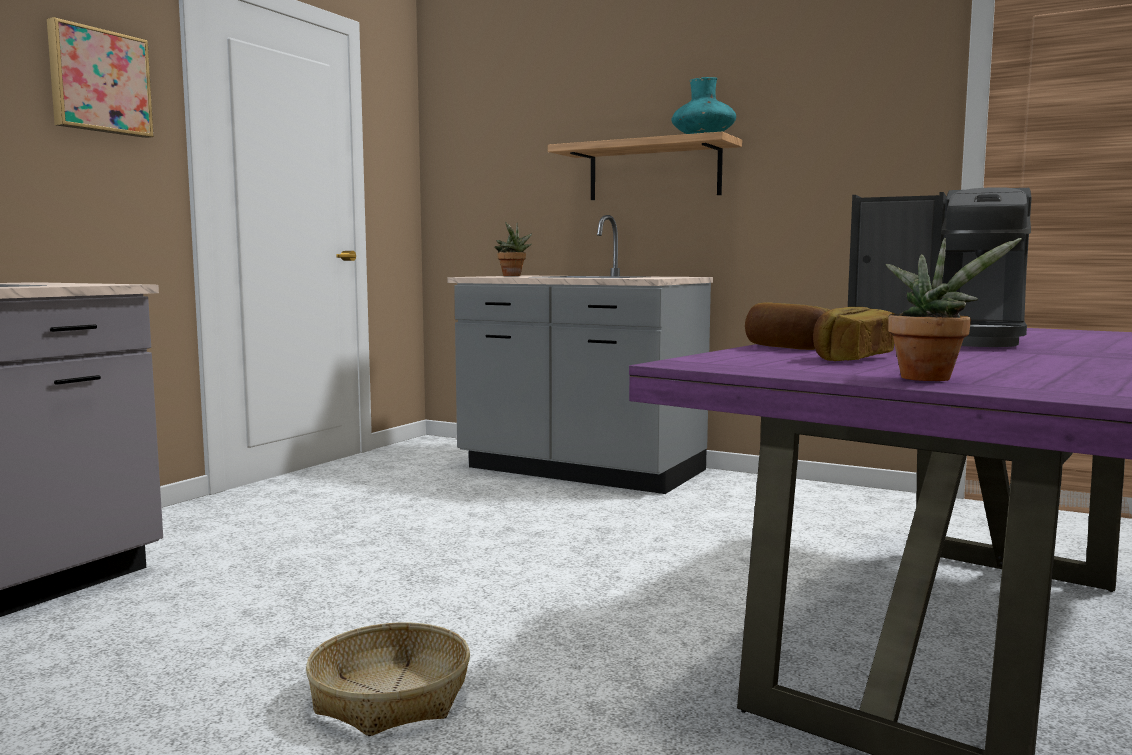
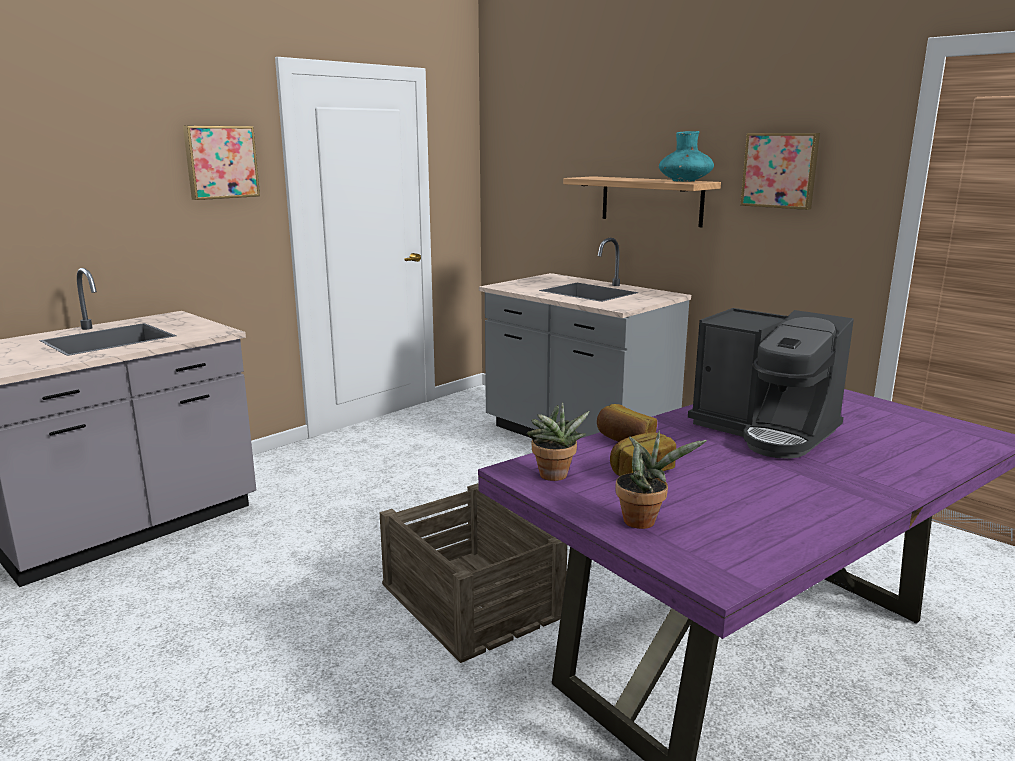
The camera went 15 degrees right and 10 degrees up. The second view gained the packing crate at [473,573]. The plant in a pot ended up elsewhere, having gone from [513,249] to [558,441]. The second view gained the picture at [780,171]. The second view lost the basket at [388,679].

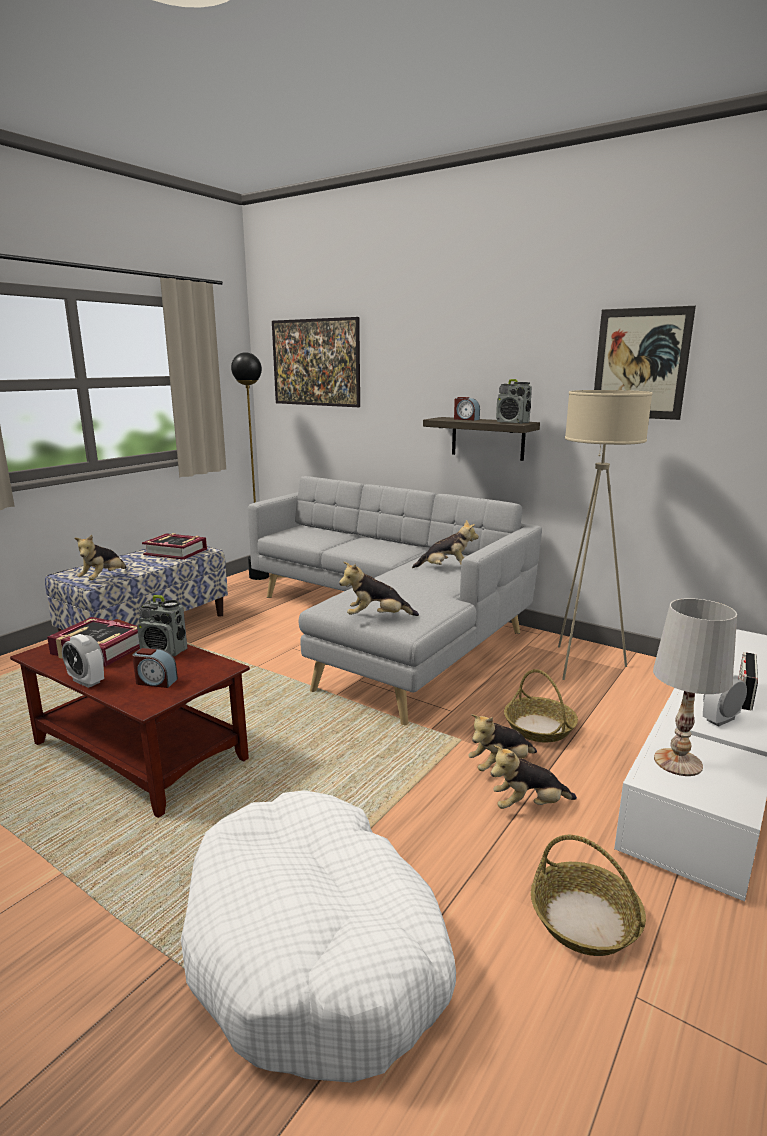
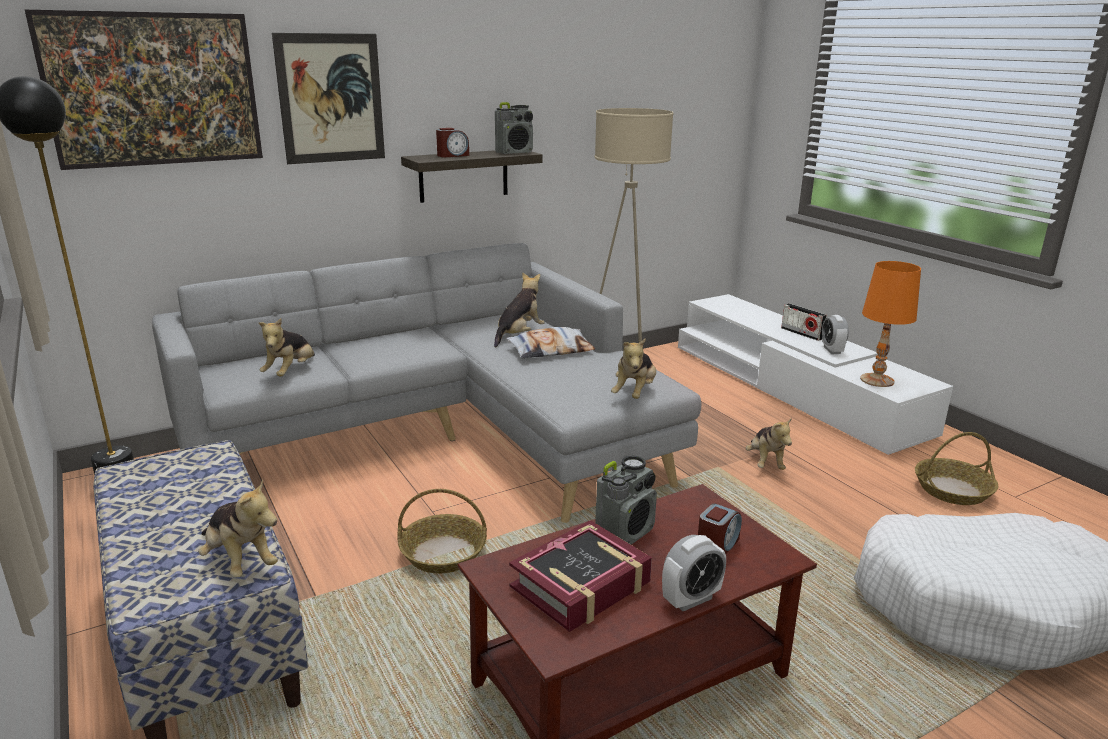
The camera went 65 degrees left and 5 degrees up. The soft toy ended up elsewhere, having gone from [534,777] to [287,347]. The picture ended up elsewhere, having gone from [645,363] to [328,98]. The basket ended up elsewhere, having gone from [541,705] to [442,531]. The second view gained the cushion at [550,343]. What was the lamp for a table/whitish at [695,687] turned into the lamp for a table/orange at [890,324]. The second view lost the volume at [174,546].

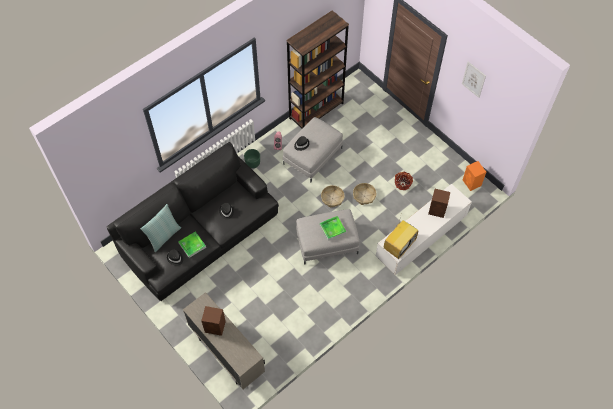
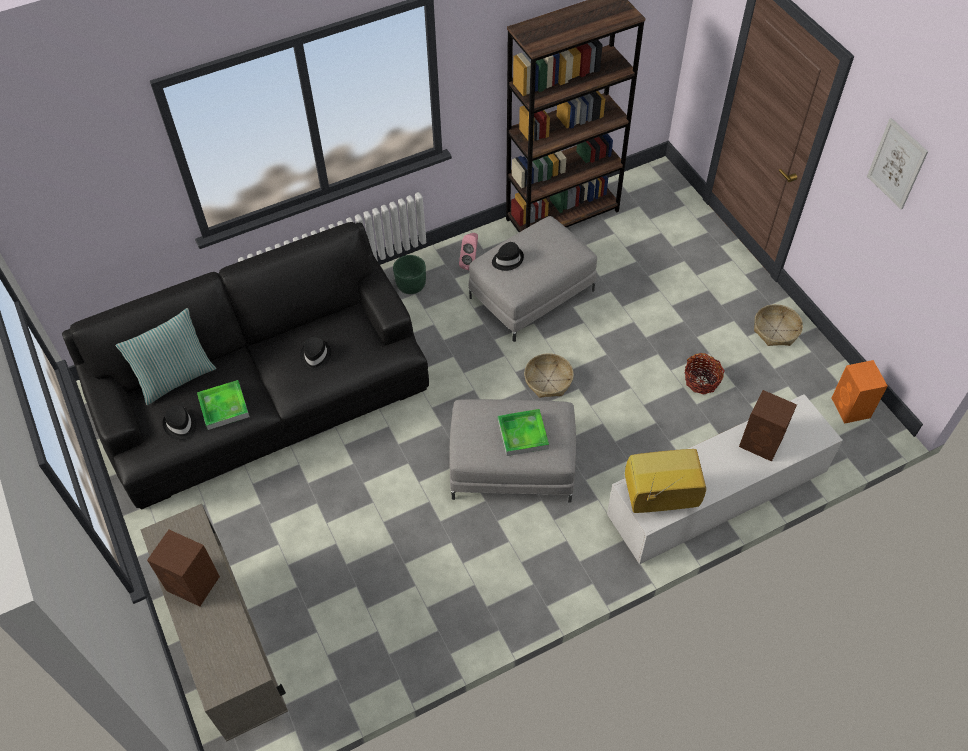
The camera went 15 degrees right and 5 degrees down. The television at [401,237] ended up facing another way, 150 degrees counterclockwise from before. The basket ended up elsewhere, having gone from [364,194] to [778,325].

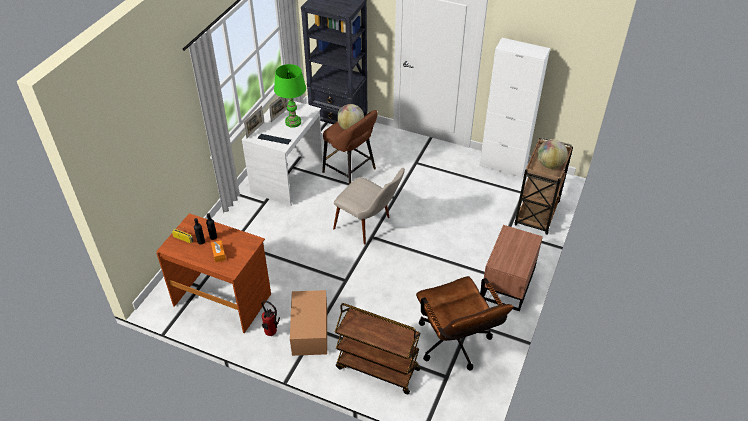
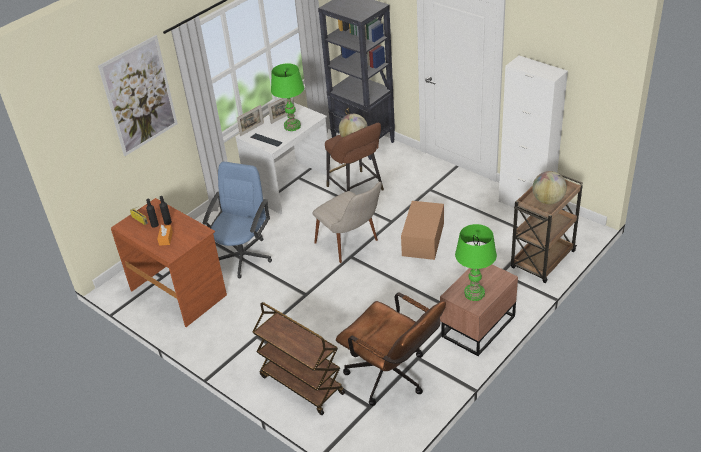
The camera went 20 degrees right and 5 degrees down. The second view gained the picture at [138,95]. The second view gained the computer chair/blue at [237,220]. The computer chair/brownish at [464,323] ended up facing another way, 45 degrees counterclockwise from before. The carton ended up elsewhere, having gone from [308,323] to [422,230]. The second view gained the lamp for a table/greenish at [476,262]. The second view lost the fire extinguisher at [271,318].

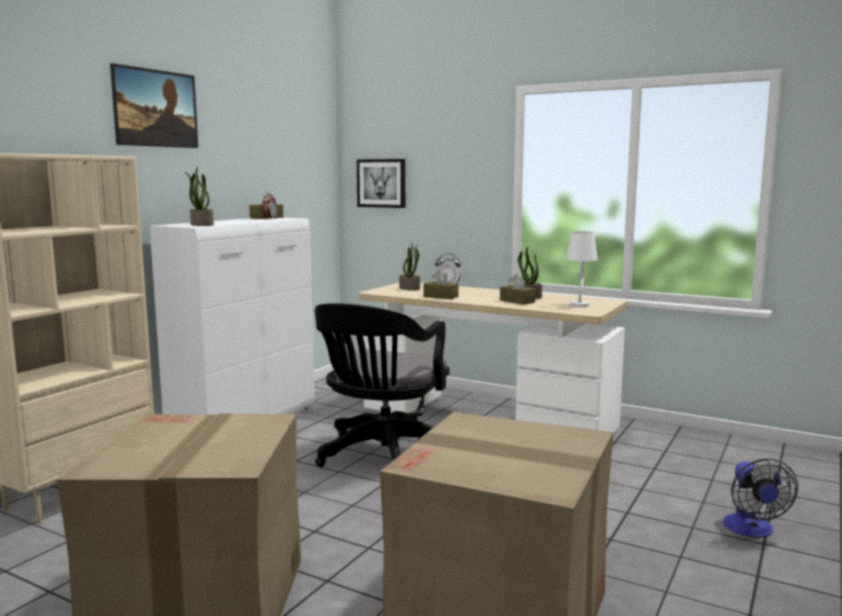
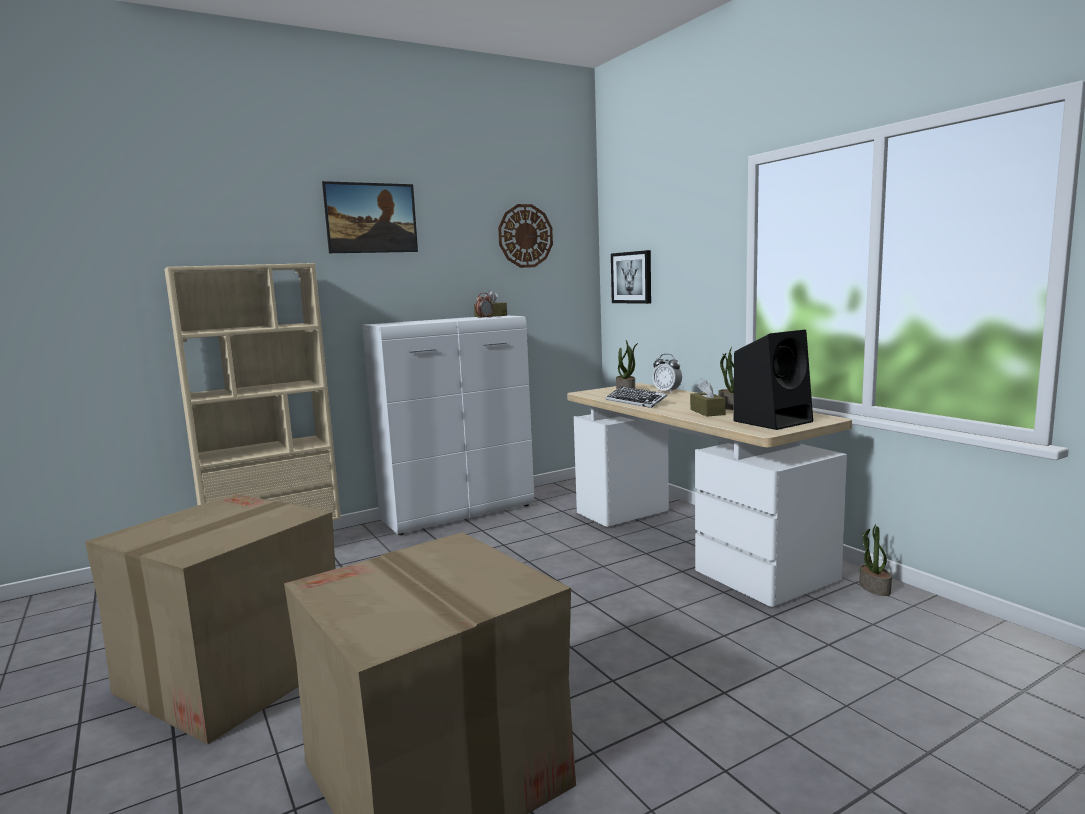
The camera went 30 degrees right and 0 degrees up. The second view gained the hanging clock at [525,236]. Where the tissue holder/brownish stood at [440,284], the computer keyboard came to stand at [637,397]. Where the lamp for a table/whitish stood at [582,269], the audio speaker/black came to stand at [773,380]. The plant in a pot ended up elsewhere, having gone from [199,196] to [875,560]. The second view lost the computer chair/black at [382,385]. The second view lost the fan at [760,498].

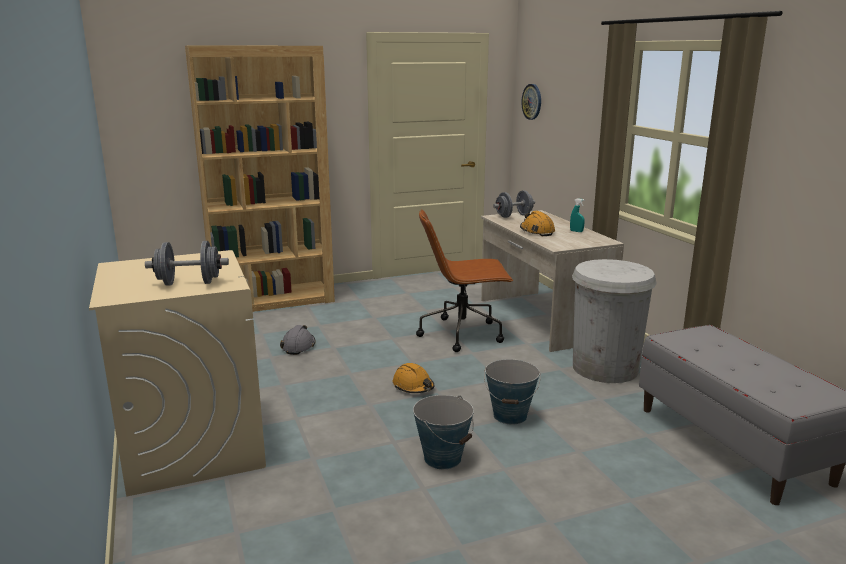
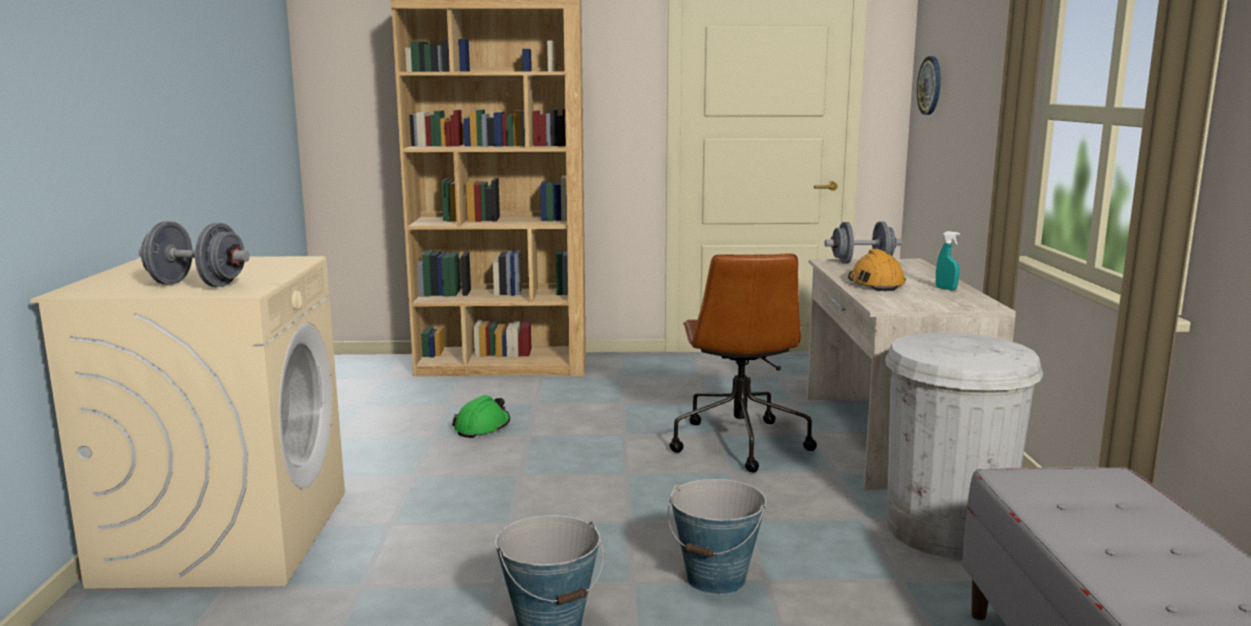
The camera went 20 degrees right and 5 degrees down. What was the safety helmet/grey at [298,340] turned into the safety helmet/greenish at [481,416]. The computer chair/brownish at [464,280] ended up facing another way, 105 degrees counterclockwise from before. The second view lost the safety helmet/orange at [414,378].

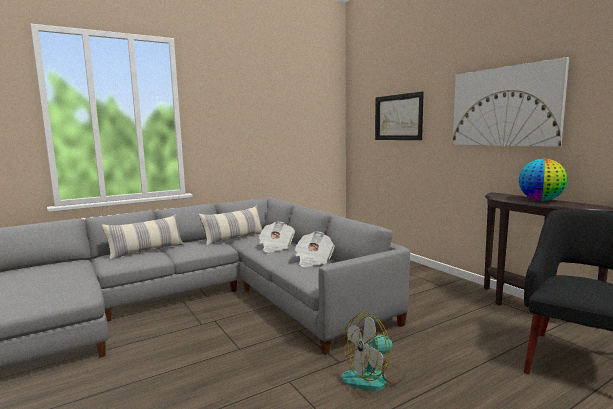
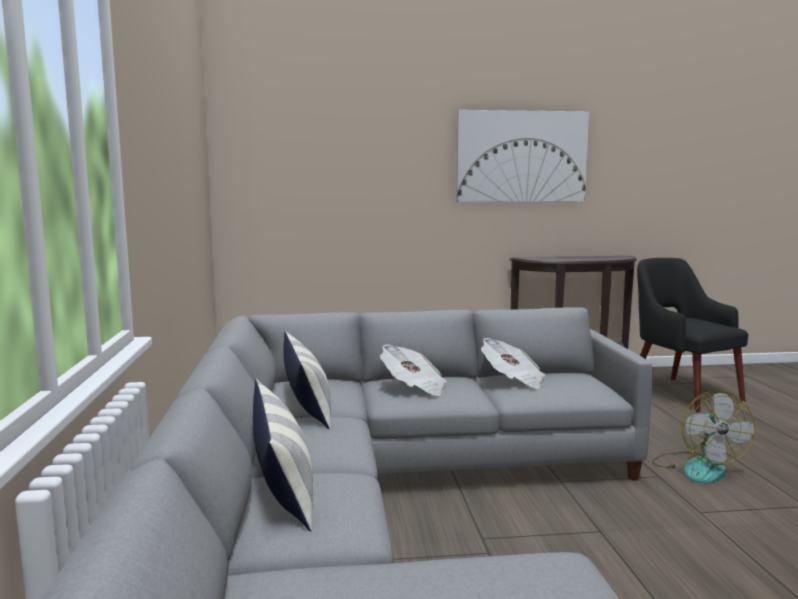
The camera went 65 degrees left and 0 degrees up. The second view lost the picture at [399,116]. The second view lost the world globe at [543,180].

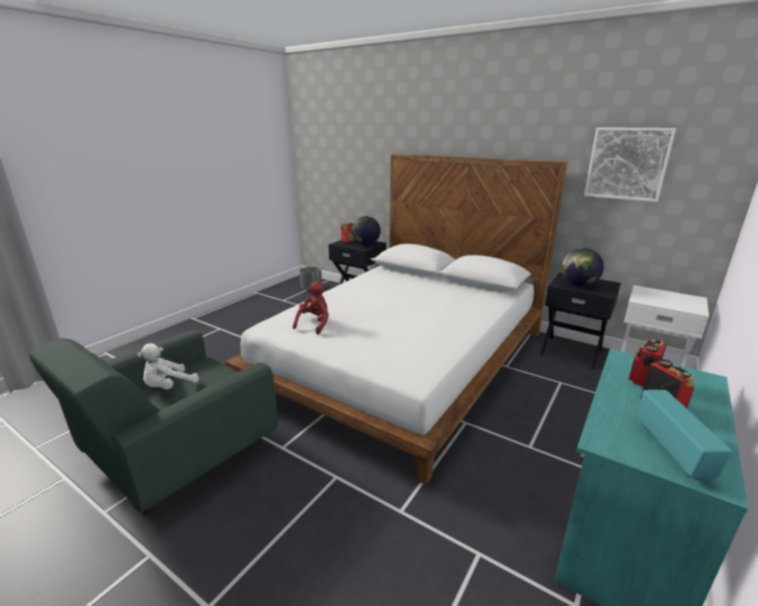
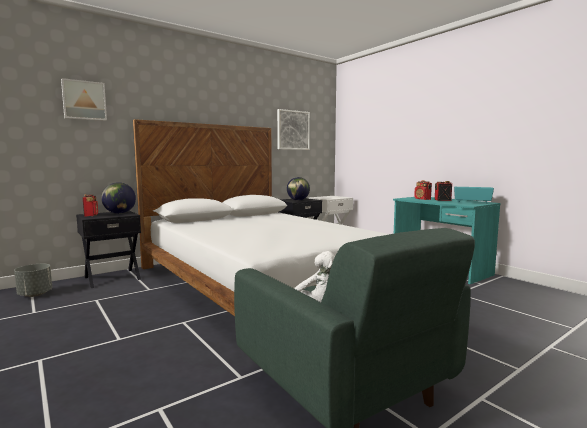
The camera went 70 degrees left and 15 degrees down. The second view gained the picture at [84,99]. The second view lost the soft toy/reddish at [311,307].

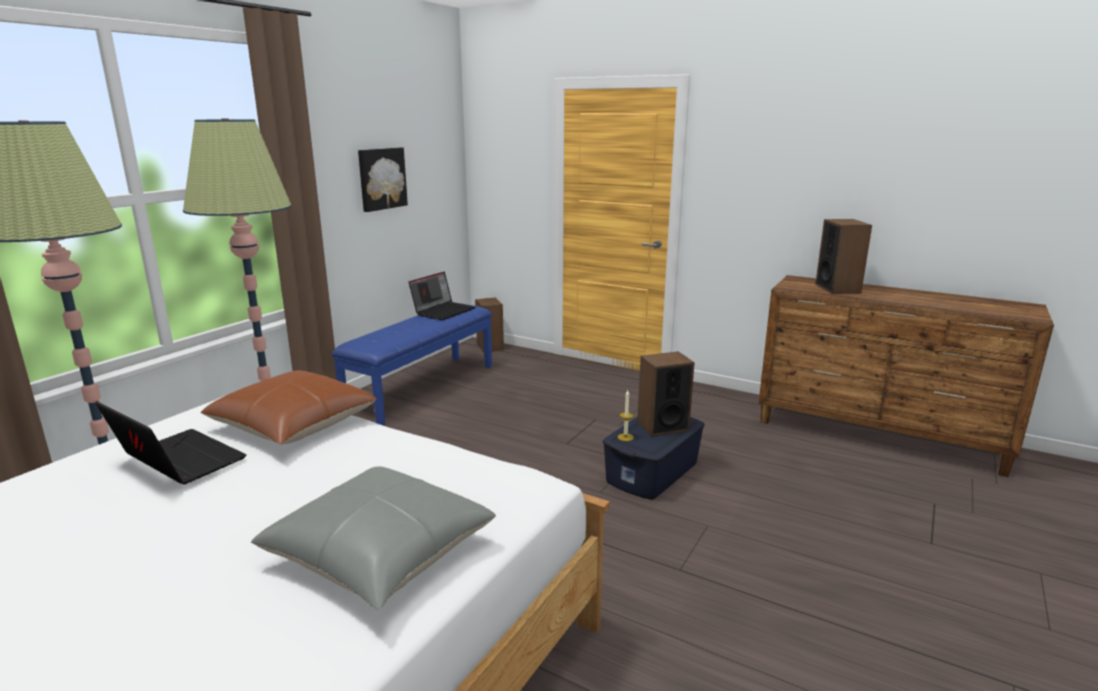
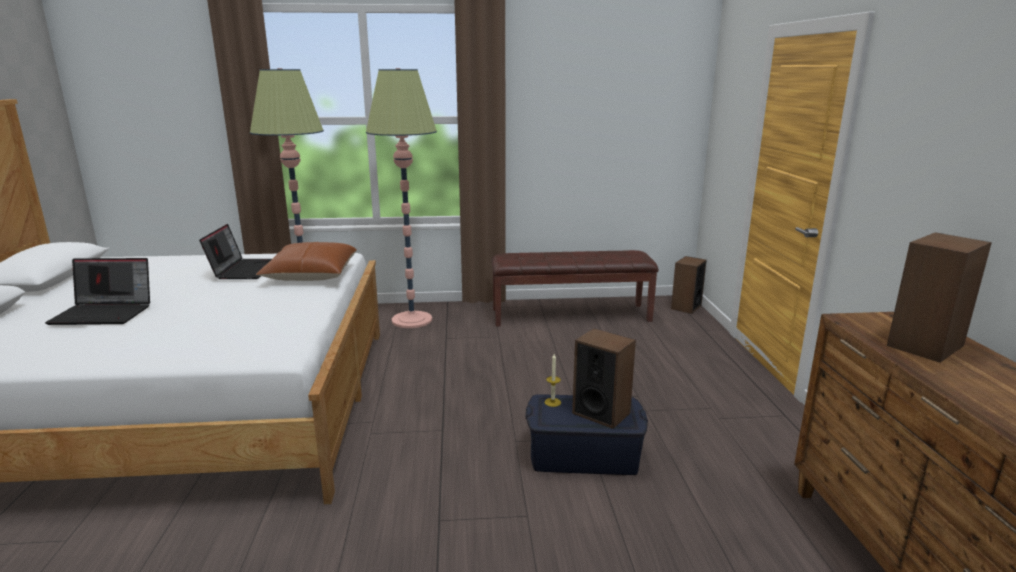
The camera went 55 degrees right and 0 degrees up. The laptop ended up elsewhere, having gone from [442,296] to [97,291]. What was the bench/blue at [412,364] turned into the bench/brownish at [575,288]. The second view lost the cushion/grey at [373,538]. The second view lost the picture at [383,179].

